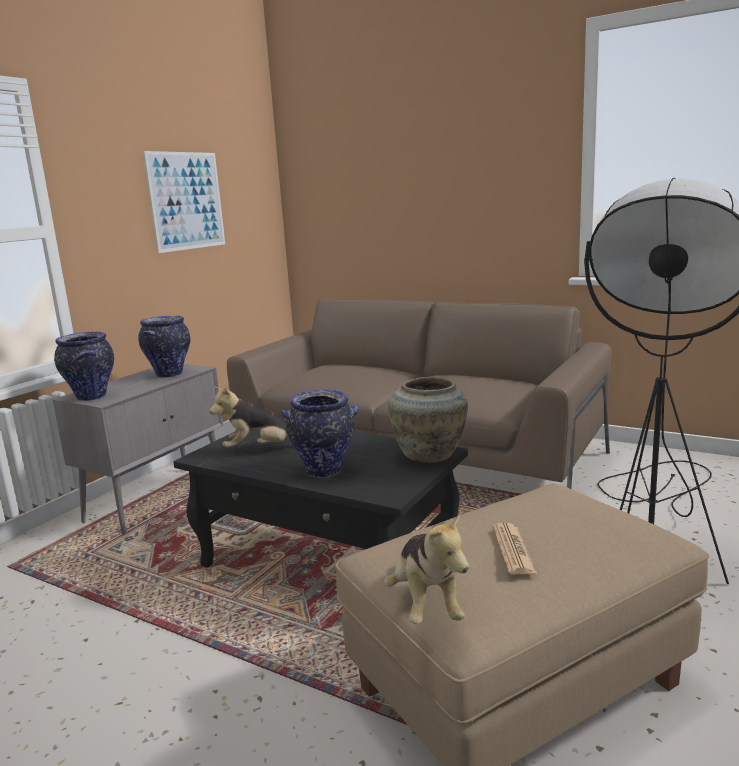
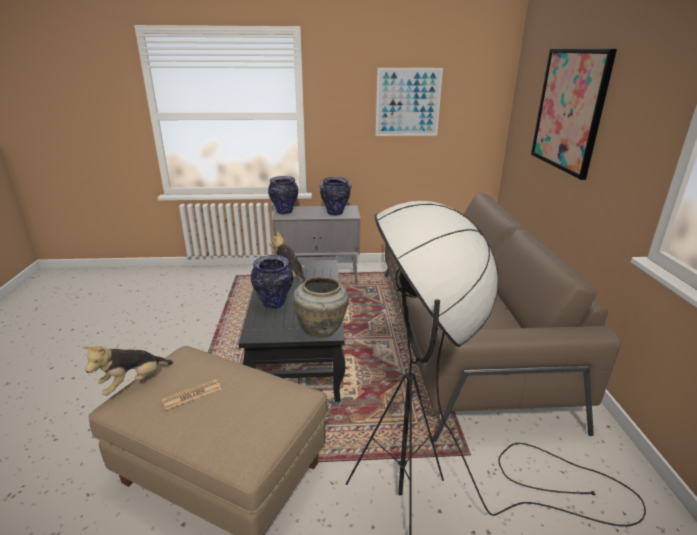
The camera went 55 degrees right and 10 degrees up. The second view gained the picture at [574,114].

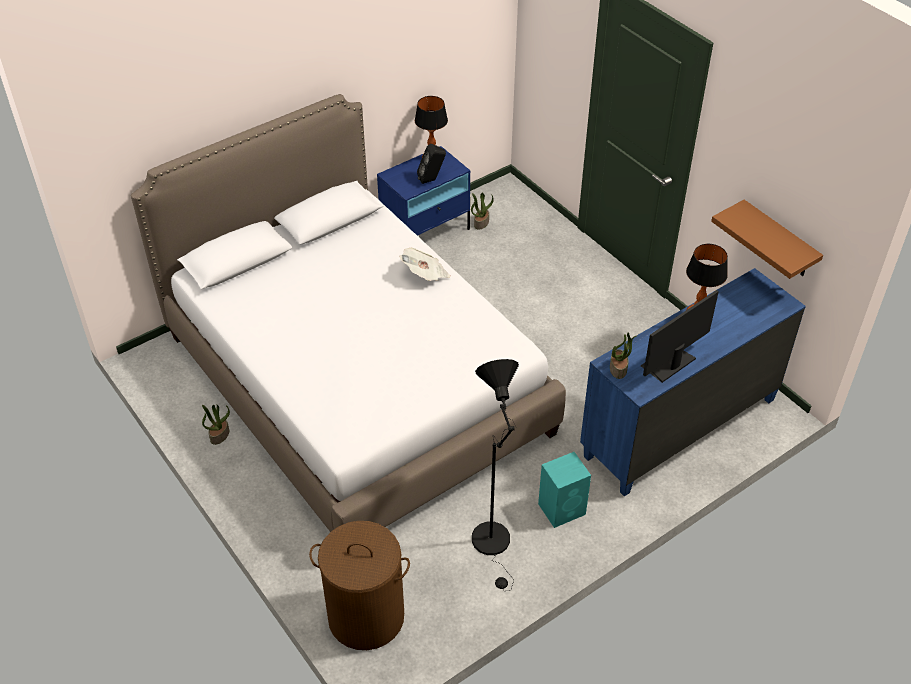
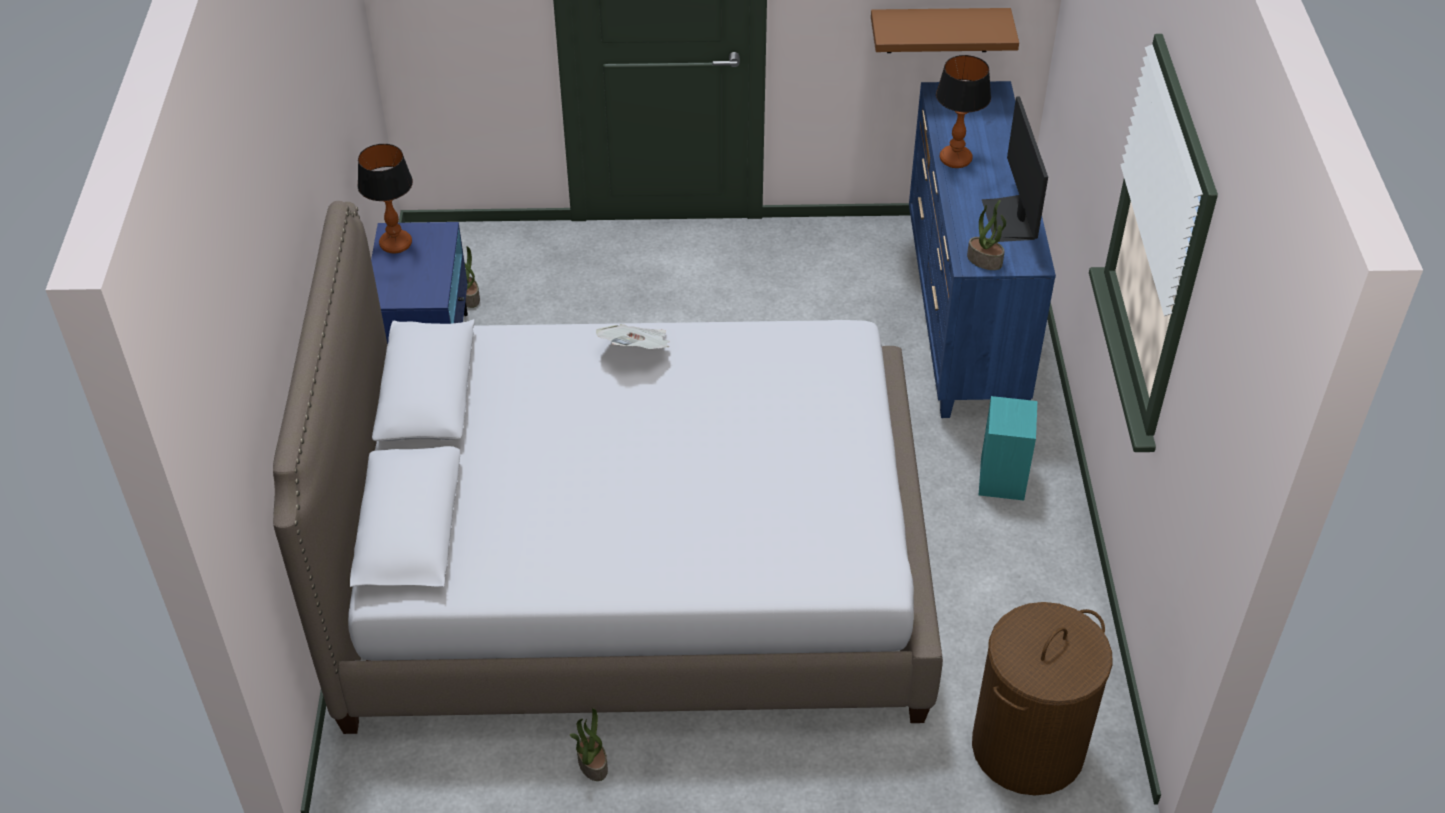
The camera went 55 degrees left and 0 degrees up. The second view lost the audio speaker/black at [431,164]. The second view lost the standard lamp/black at [495,475].

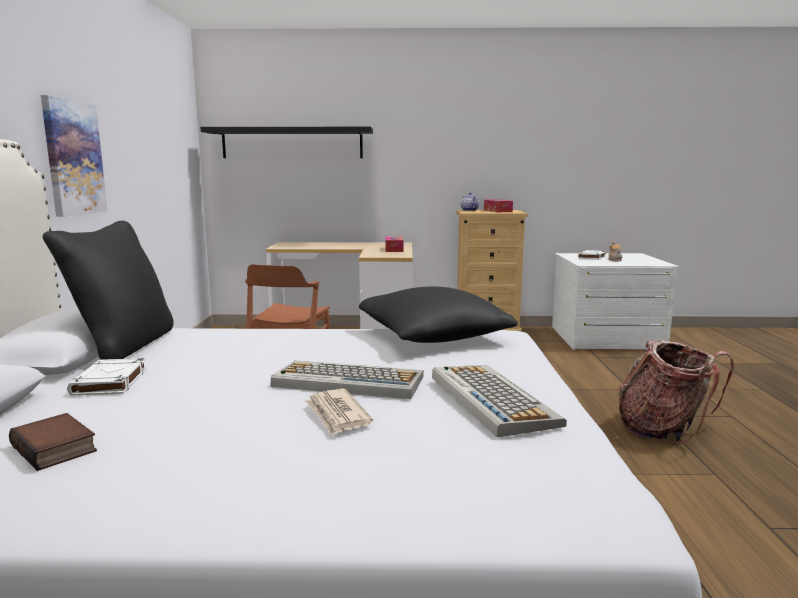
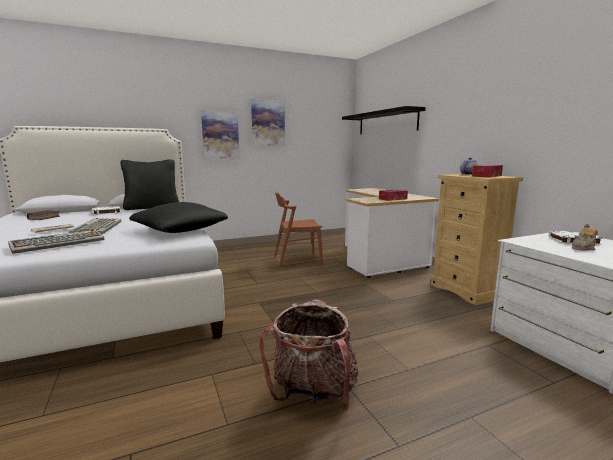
The camera went 65 degrees right and 0 degrees up. The second view gained the picture at [268,123].

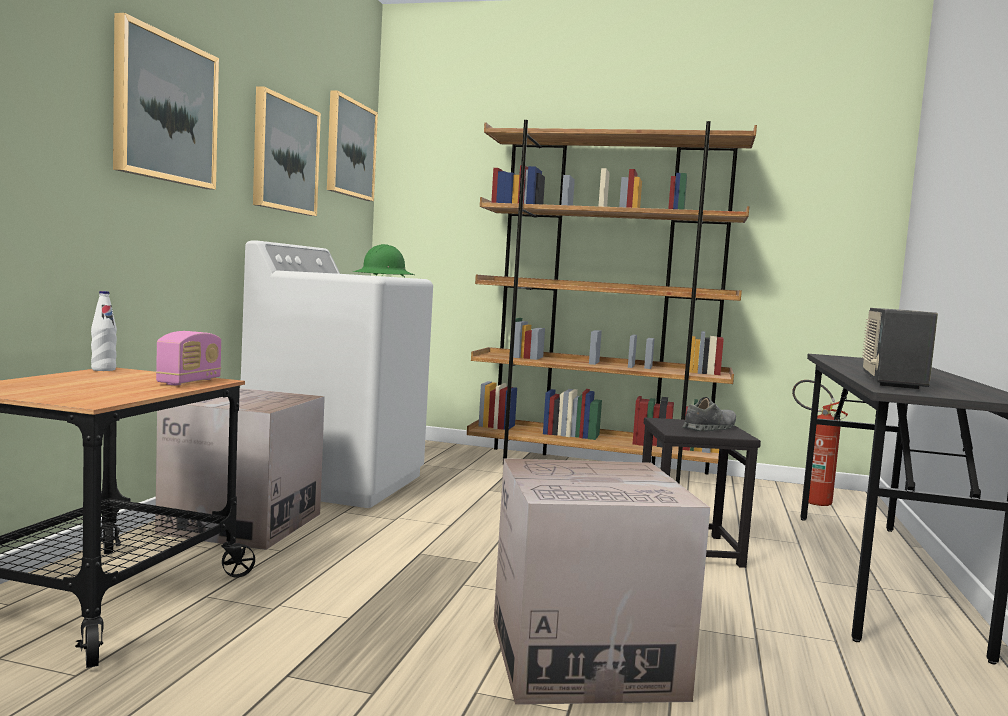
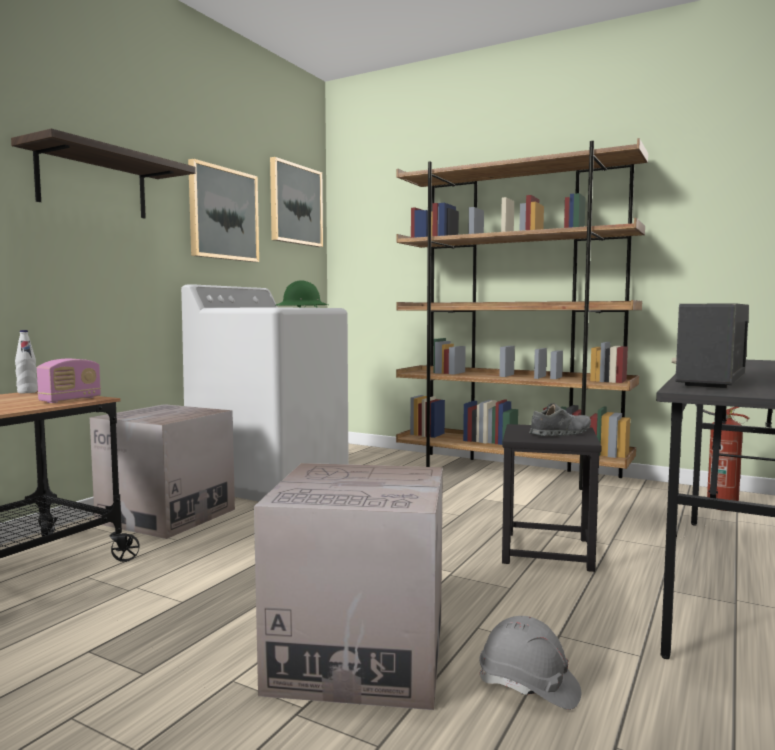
The camera went 15 degrees right and 0 degrees up. Where the picture hung at [166,101], the shelf came to hang at [103,174]. The second view gained the safety helmet/grey at [530,663].

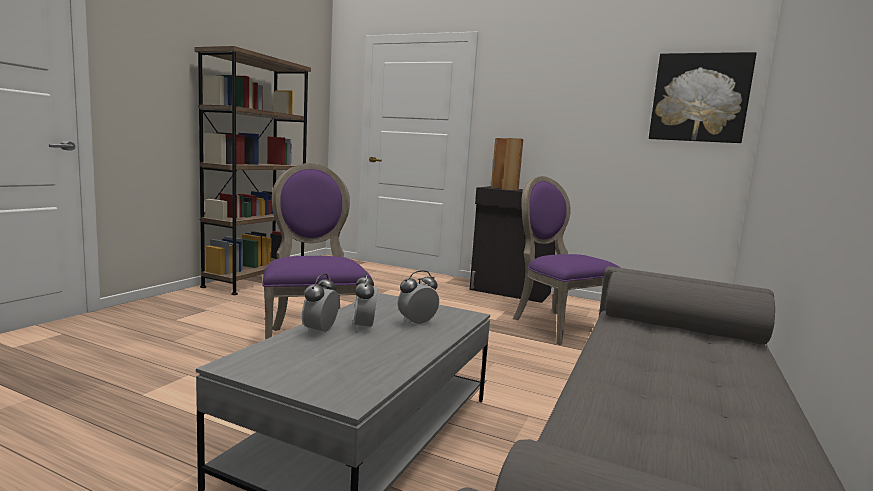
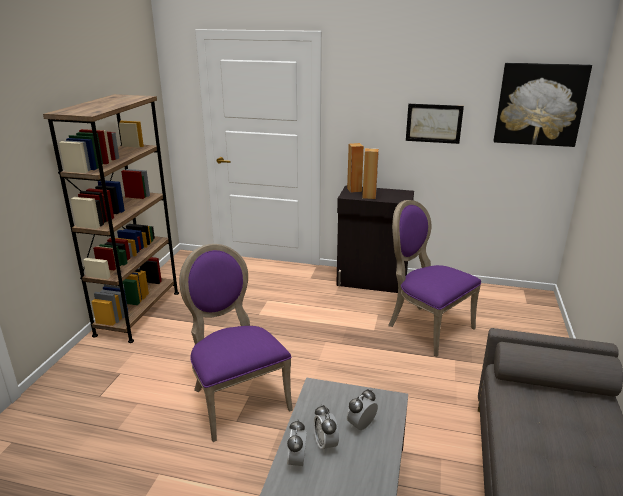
The camera went 10 degrees left and 15 degrees up. The second view gained the picture at [435,124].

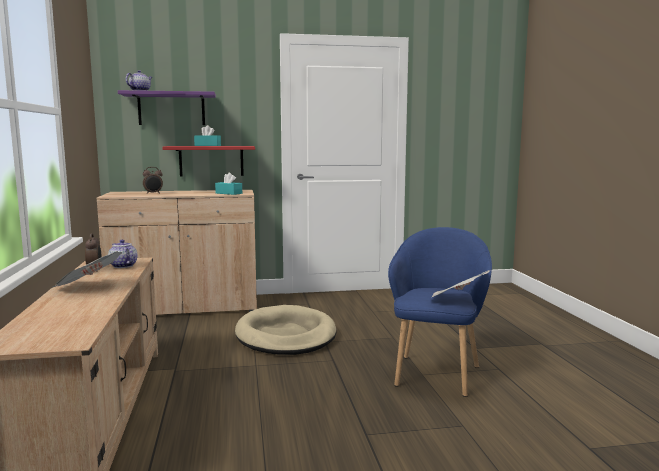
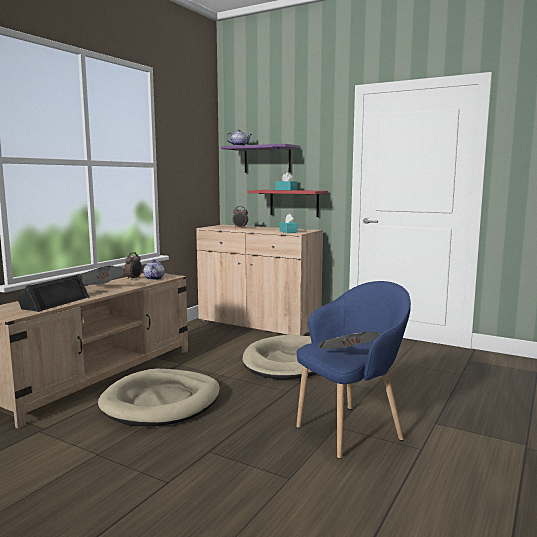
The camera went 40 degrees right and 0 degrees up. The second view gained the audio speaker/black at [53,293]. The second view gained the pet bed/sand-coloured at [159,397].

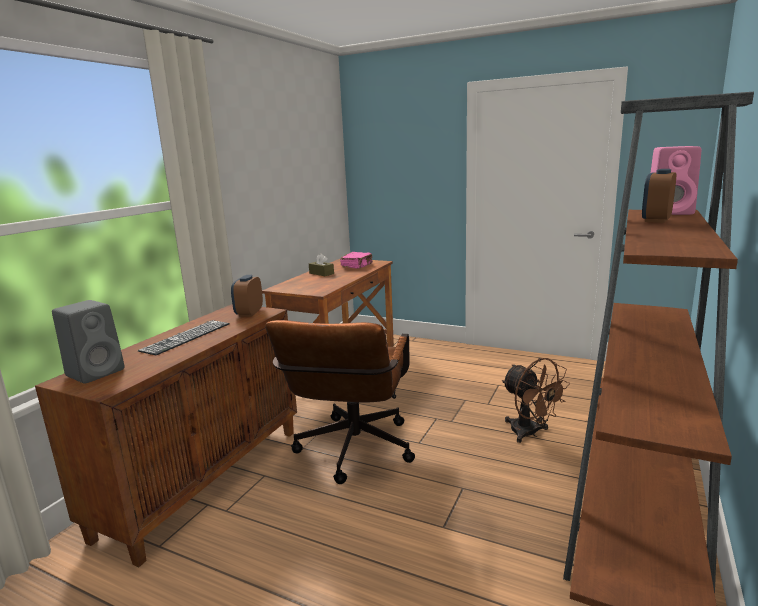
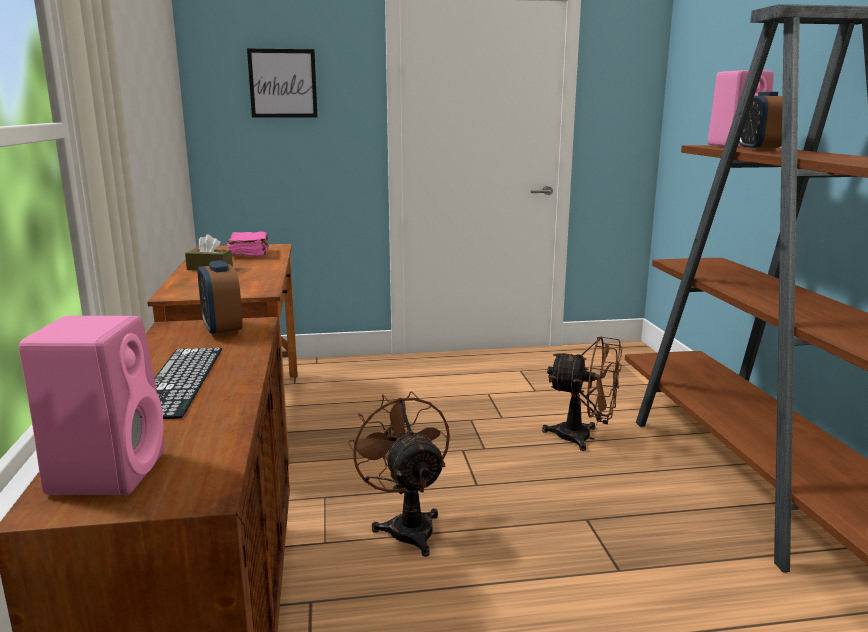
The camera went 35 degrees left and 0 degrees up. What was the audio speaker/grey at [88,342] turned into the audio speaker/pink at [91,405]. The second view gained the picture at [282,83]. Where the computer chair/brownish stood at [340,402], the fan/brownish came to stand at [399,474].

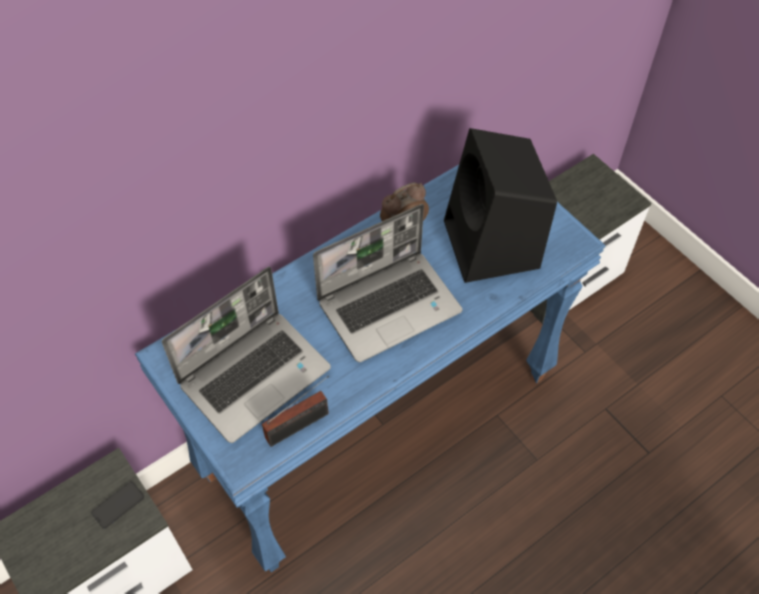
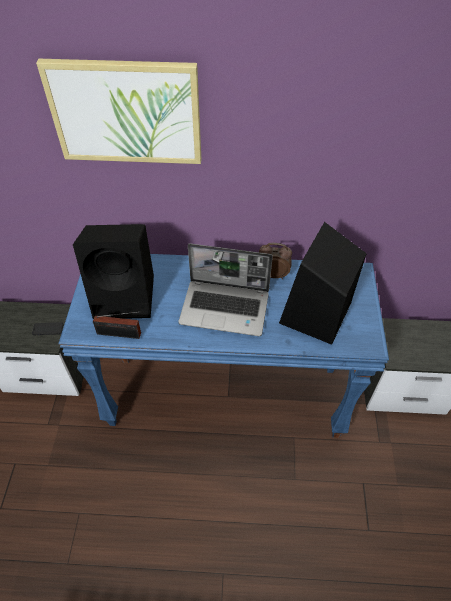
The camera went 40 degrees right and 5 degrees down. The second view gained the picture at [118,111]. Where the laptop stood at [246,354], the audio speaker/black came to stand at [113,271].

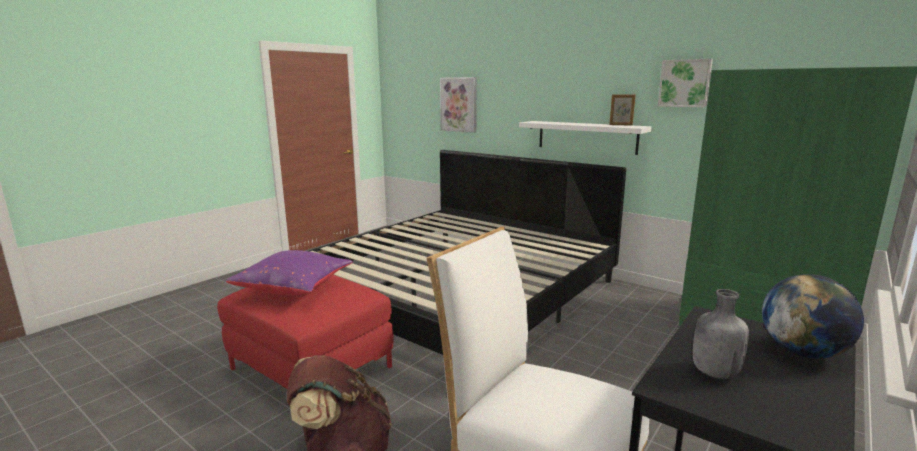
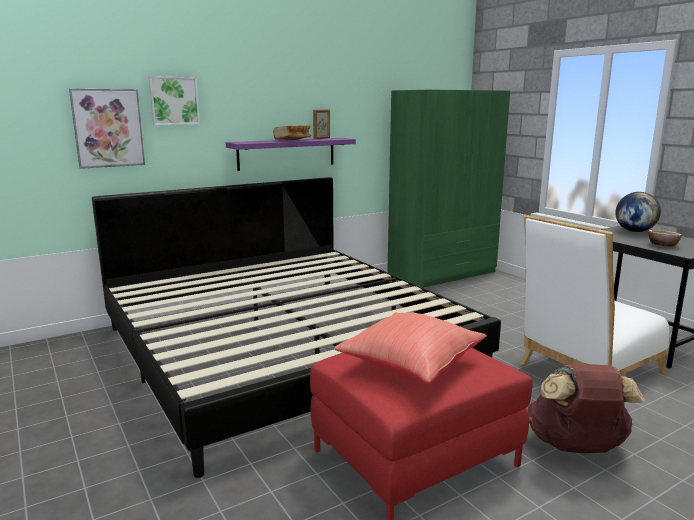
The camera went 70 degrees left and 0 degrees up. The picture ended up elsewhere, having gone from [685,83] to [174,100]. What was the shelf/whitish at [585,138] turned into the shelf/purple-coloured at [291,154]. The second view gained the volume at [292,132]. What was the cushion/purple-coloured at [289,272] turned into the cushion/reddish at [410,348]. Where the drink bottle/grey stood at [721,334], the serving bowl came to stand at [665,238].

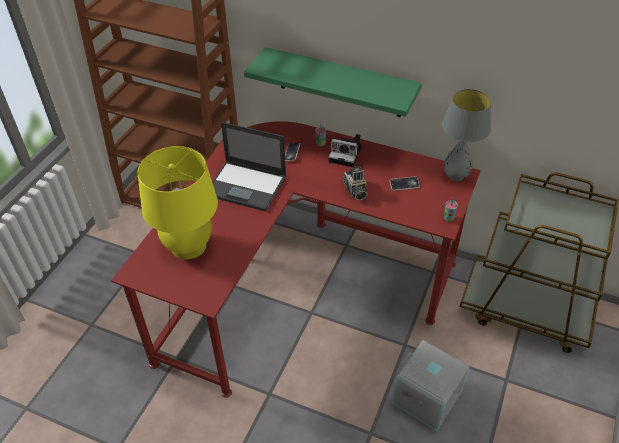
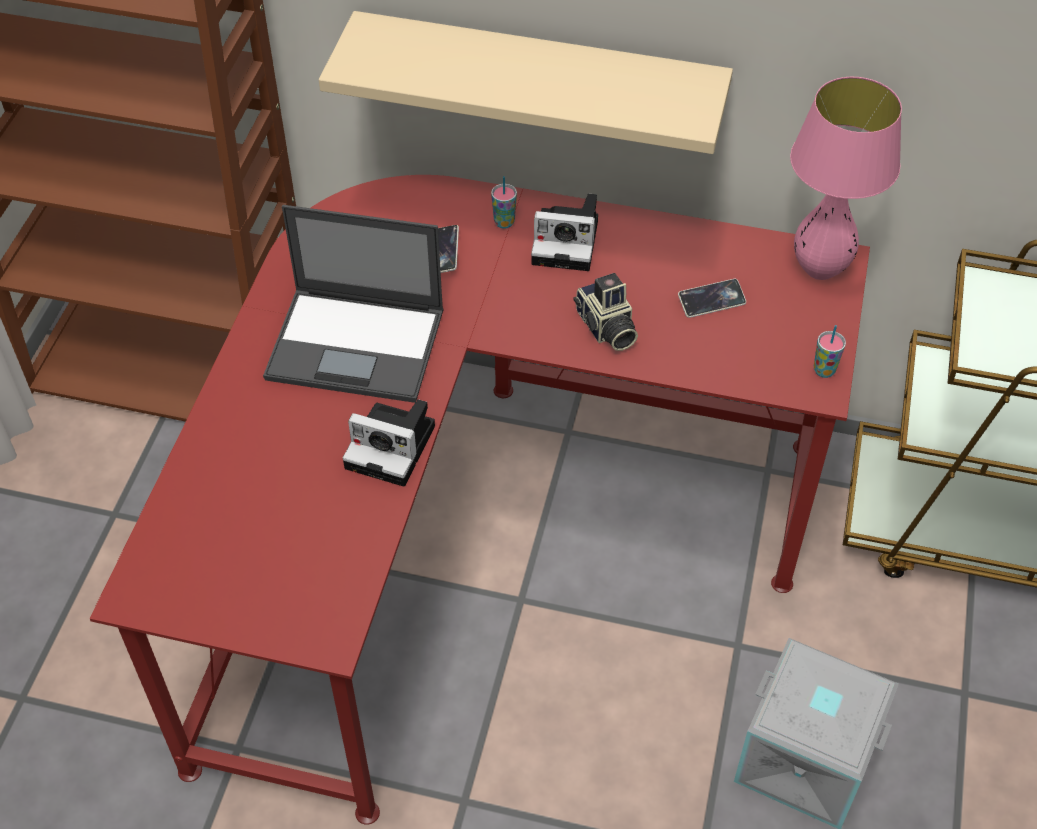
The camera went 10 degrees left and 5 degrees up. What was the shelf/greenish at [333,82] turned into the shelf/sand-coloured at [526,82]. The second view gained the photo camera at [389,443]. What was the lamp for a table/grey at [466,135] turned into the lamp for a table/pink at [846,178]. The second view lost the lamp for a table/yellow at [178,203].

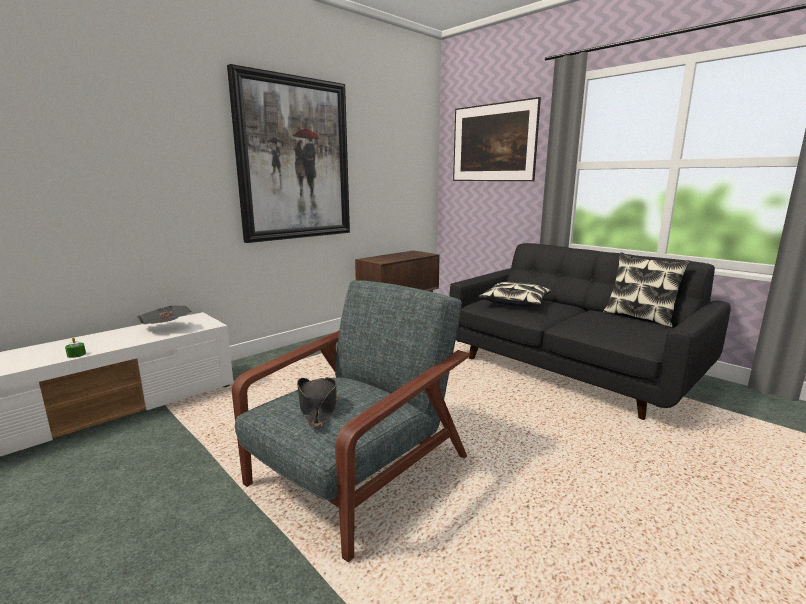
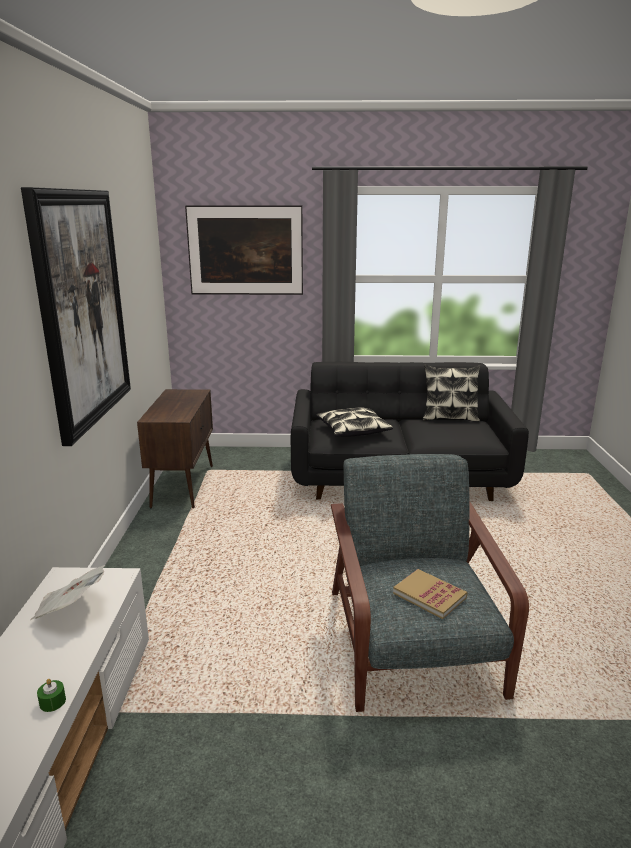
The camera went 45 degrees left and 5 degrees up. Where the wearable hat/black stood at [317,402], the volume came to stand at [430,594].

